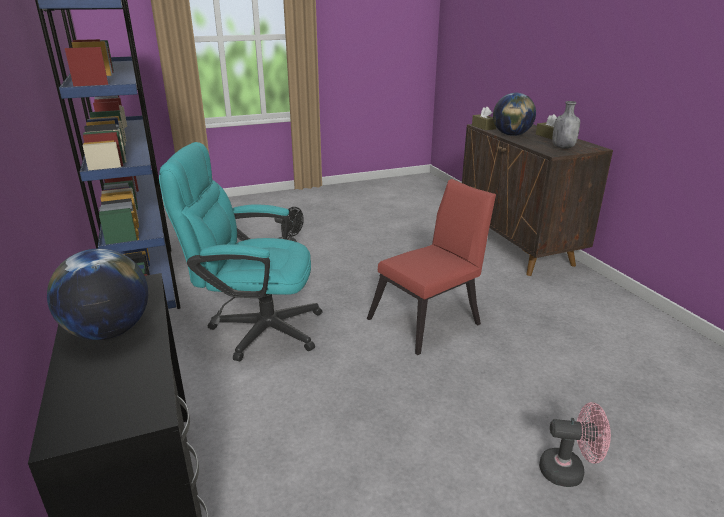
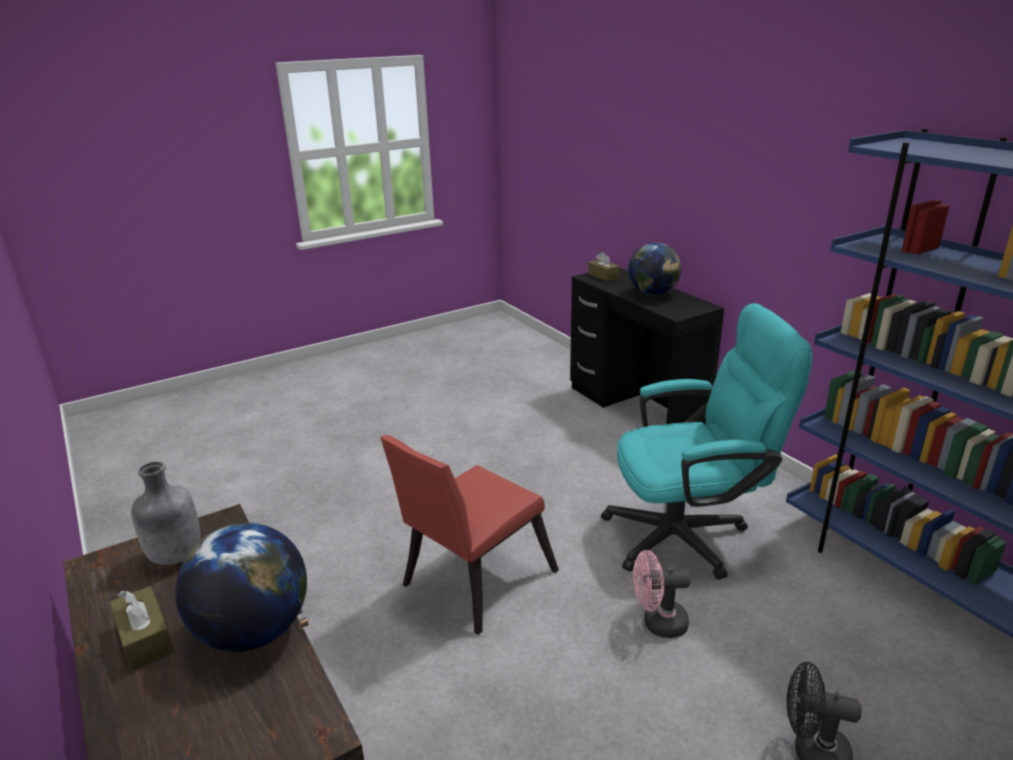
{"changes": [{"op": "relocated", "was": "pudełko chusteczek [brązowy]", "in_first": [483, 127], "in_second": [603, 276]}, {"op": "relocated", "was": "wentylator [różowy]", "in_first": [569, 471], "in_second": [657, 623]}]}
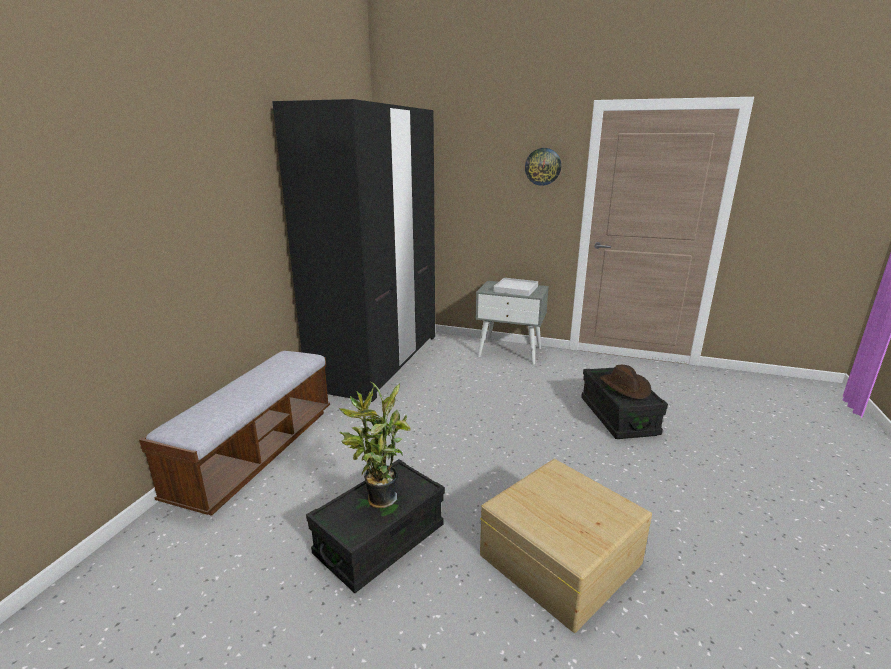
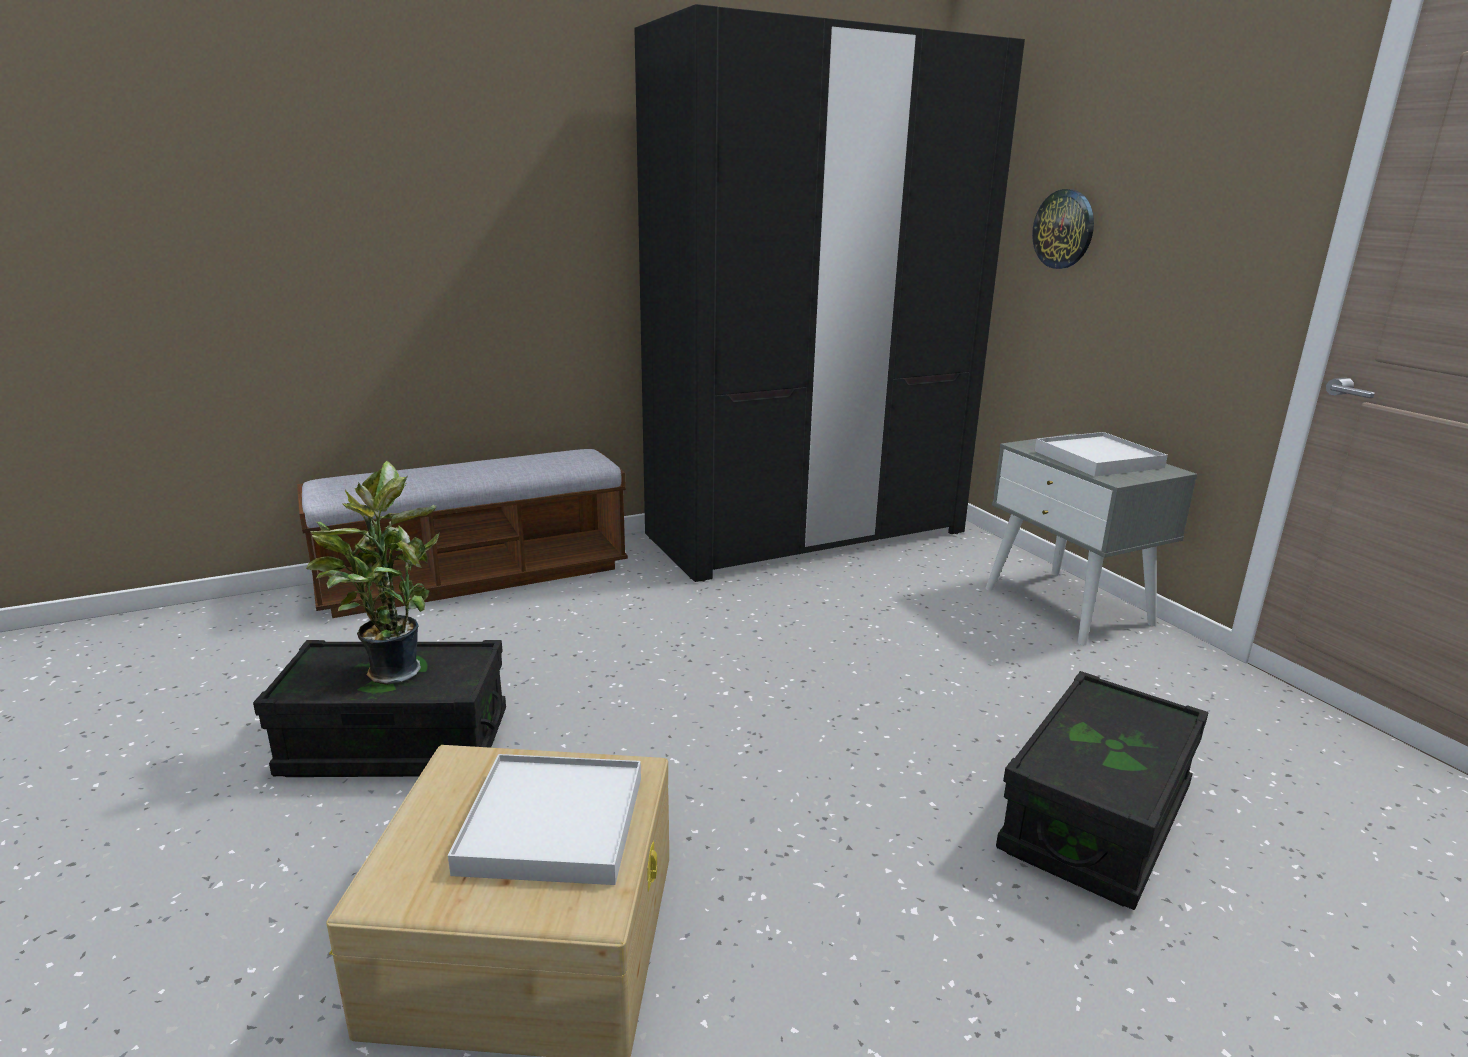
{"changes": [{"op": "relocated", "was": "zegar ścienny", "in_first": [543, 166], "in_second": [1064, 229]}, {"op": "missing", "was": "kapelusz [brązowy]", "in_first": [625, 387]}, {"op": "appeared", "now": "taca [biały]", "in_second": [553, 824]}]}
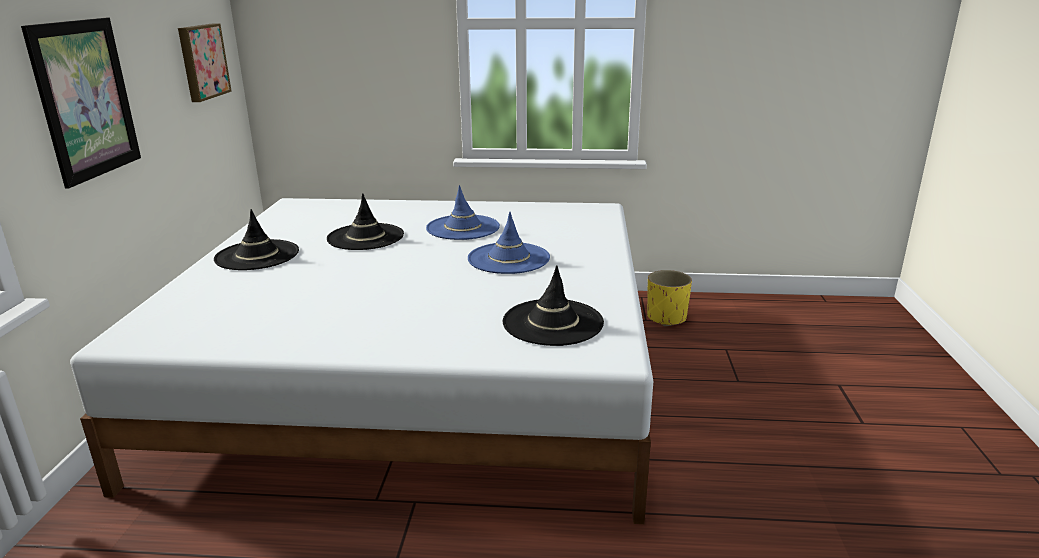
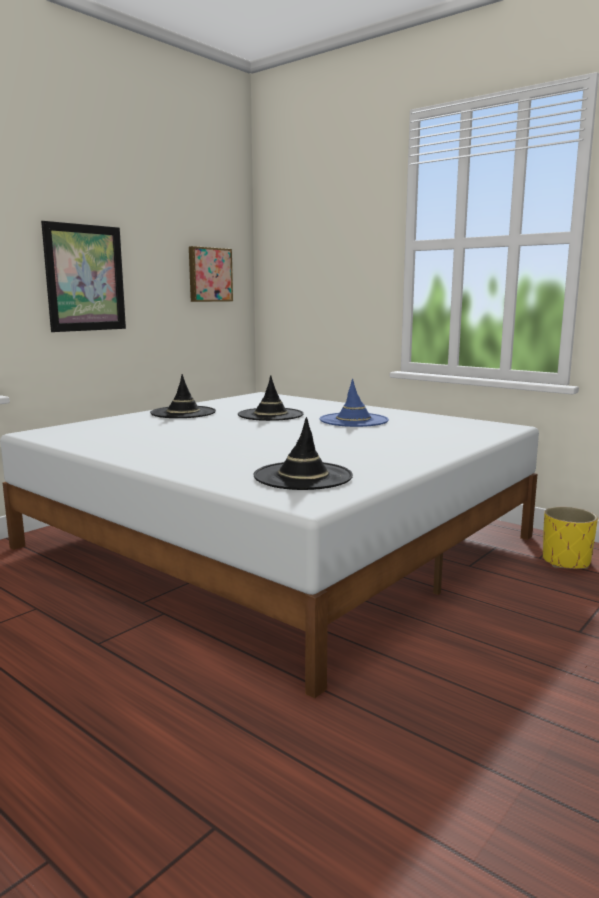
{"changes": [{"op": "missing", "was": "kapelusz [niebieski]", "in_first": [508, 258]}]}
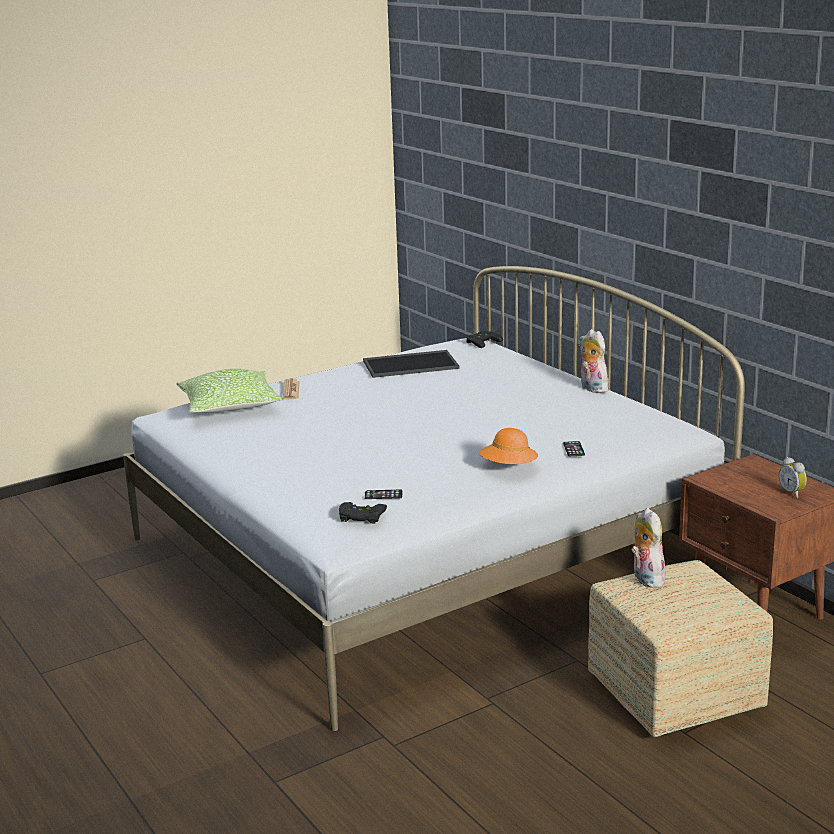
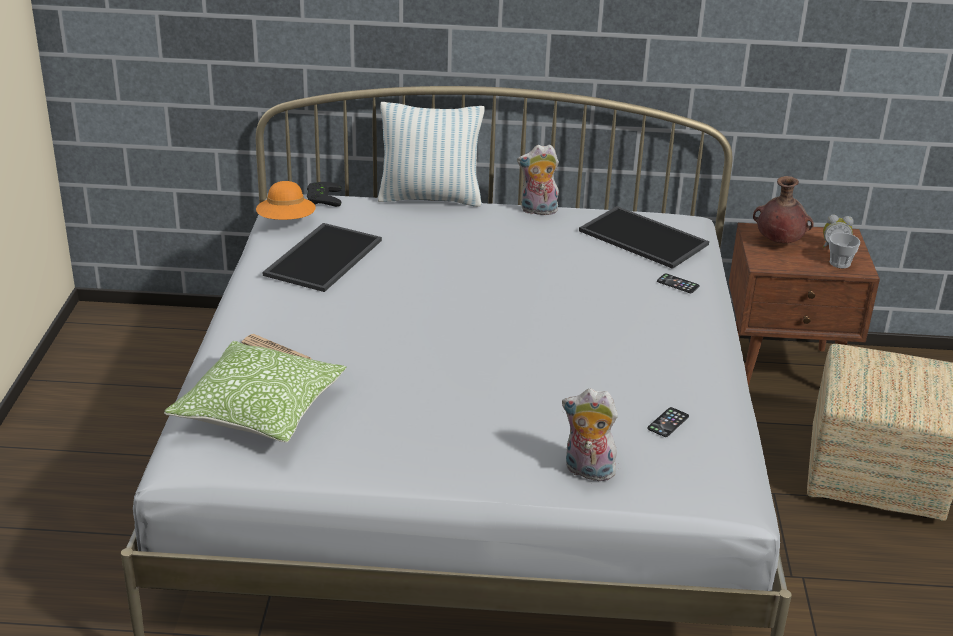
{"changes": [{"op": "missing", "was": "pad do gier [czarny]", "in_first": [360, 517]}, {"op": "relocated", "was": "kapelusz [pomarańczowy]", "in_first": [508, 467], "in_second": [286, 222]}, {"op": "relocated", "was": "pluszak", "in_first": [645, 578], "in_second": [587, 471]}, {"op": "appeared", "now": "poduszka", "in_second": [430, 198]}, {"op": "appeared", "now": "taca", "in_second": [645, 237]}, {"op": "appeared", "now": "wazon [brązowy]", "in_second": [778, 242]}, {"op": "appeared", "now": "filiżanka", "in_second": [839, 263]}]}
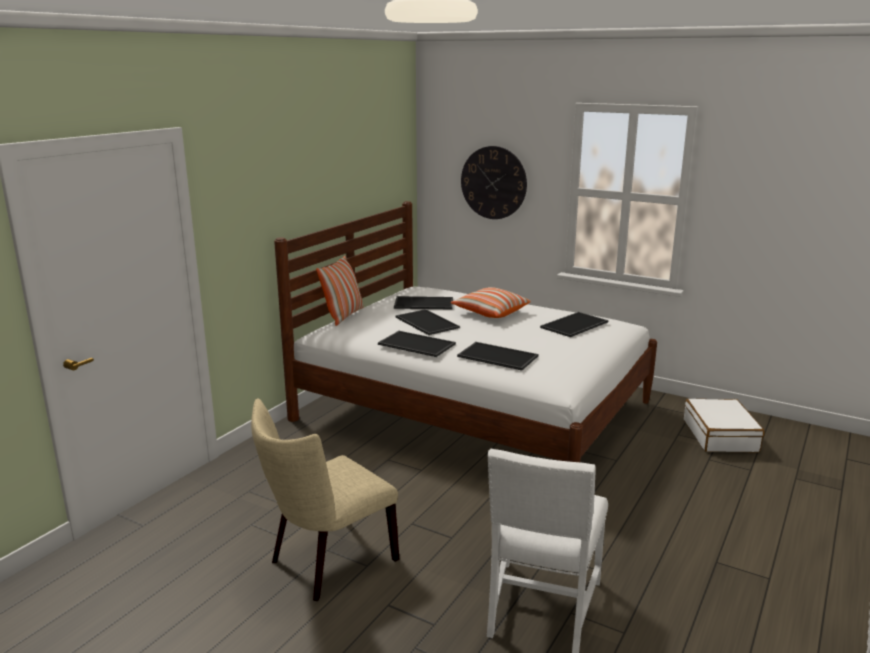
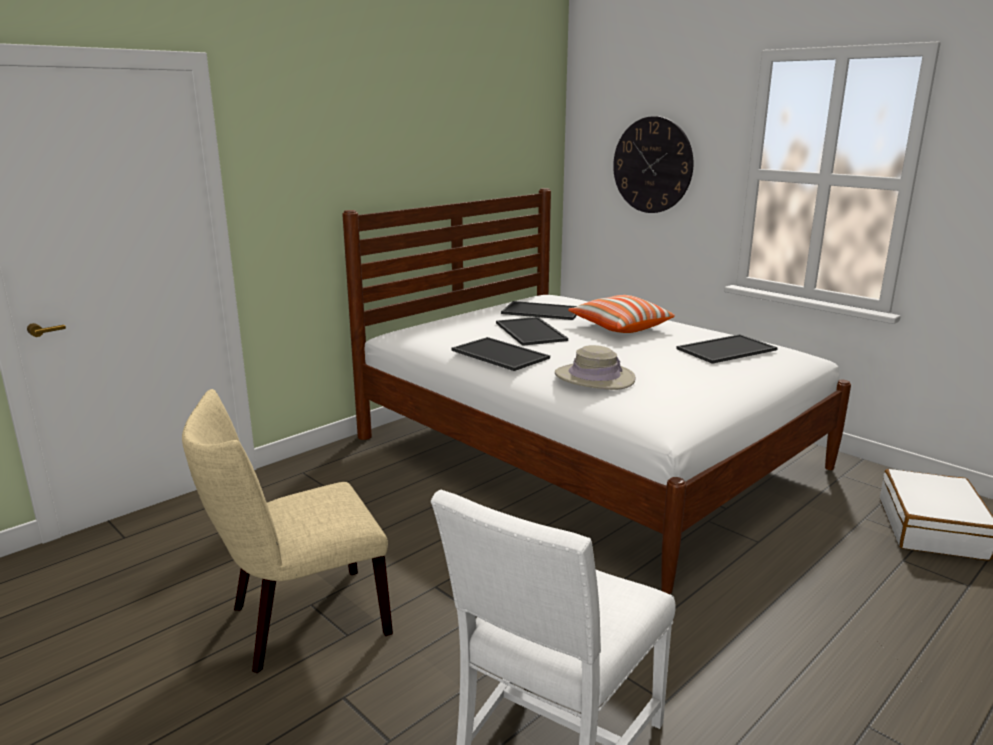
{"changes": [{"op": "missing", "was": "poduszka", "in_first": [343, 316]}, {"op": "exchanged", "was": "taca", "now": "kapelusz [beżowy]", "in_first": [496, 356], "in_second": [594, 377]}]}
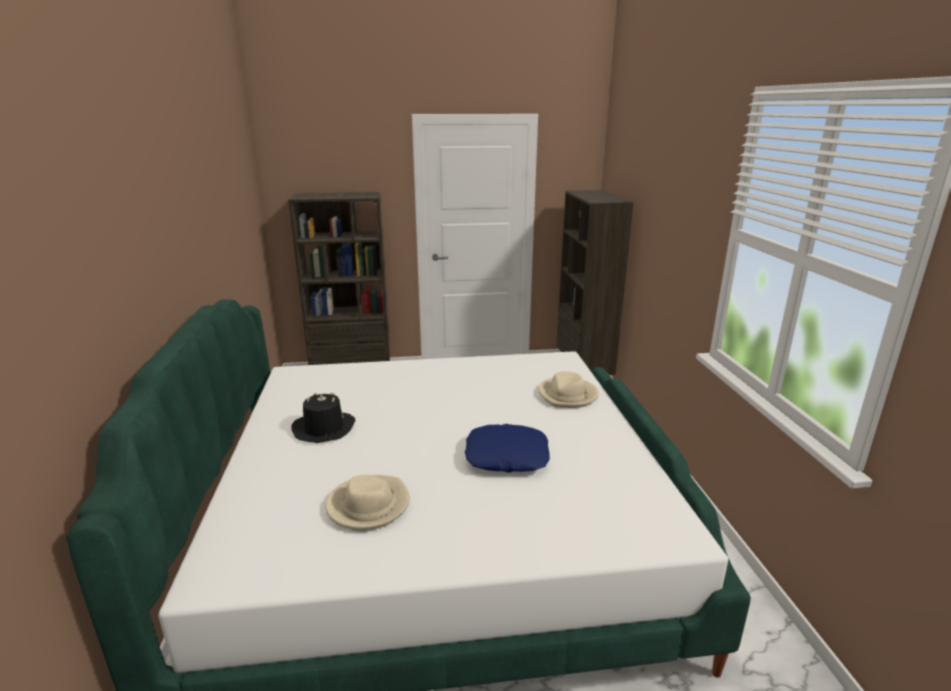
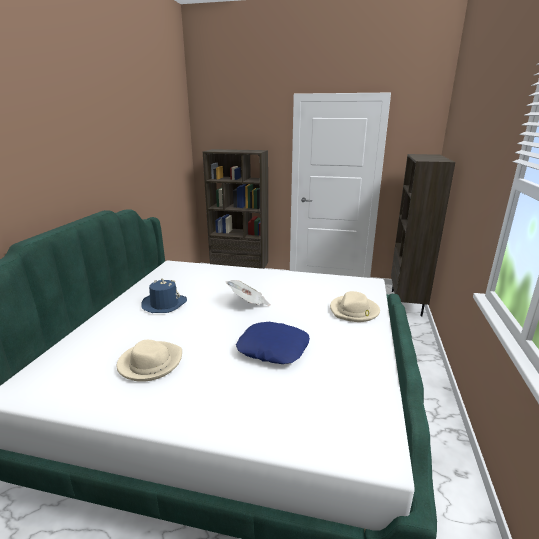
{"changes": [{"op": "colour", "was": "kapelusz [czarny]", "now": "kapelusz [niebieski]", "in_first": [324, 428], "in_second": [164, 304]}, {"op": "appeared", "now": "gazeta", "in_second": [249, 303]}]}
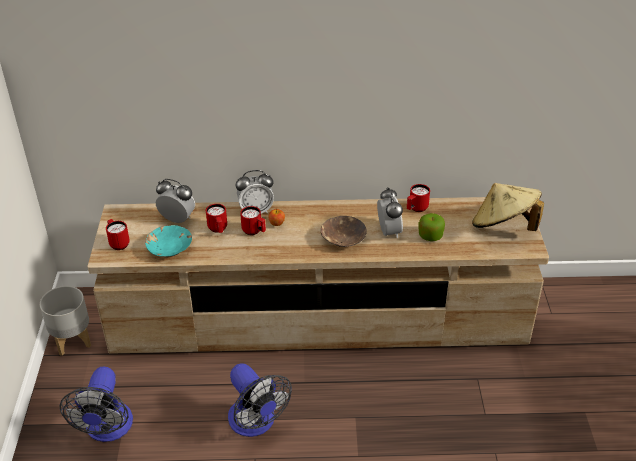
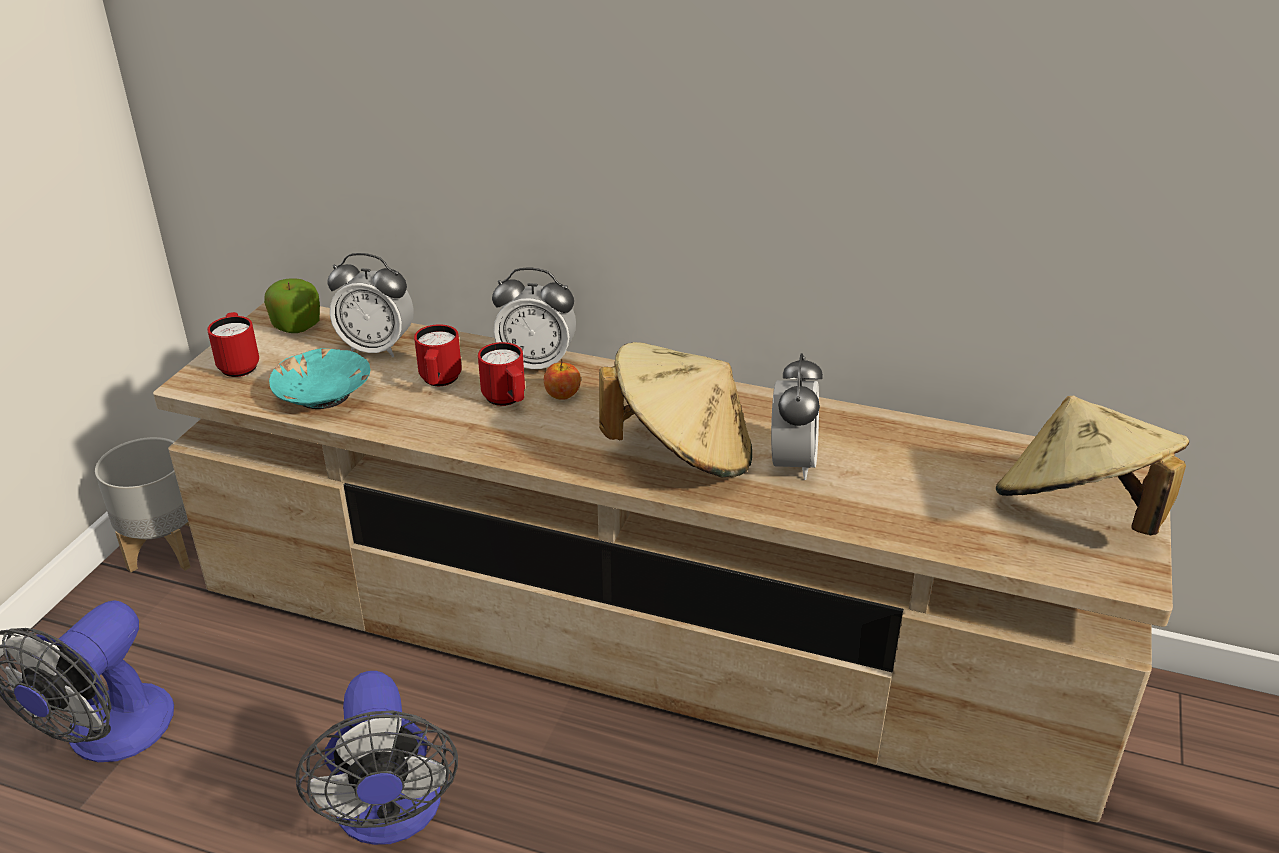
{"changes": [{"op": "spun", "was": "budzik", "in_first": [177, 219], "in_second": [377, 348], "clockwise": 150}, {"op": "exchanged", "was": "miska [brązowy]", "now": "kapelusz [beżowy]", "in_first": [343, 238], "in_second": [682, 453]}, {"op": "missing", "was": "kubek [czerwony]", "in_first": [416, 209]}, {"op": "relocated", "was": "jabłko", "in_first": [430, 236], "in_second": [296, 325]}]}
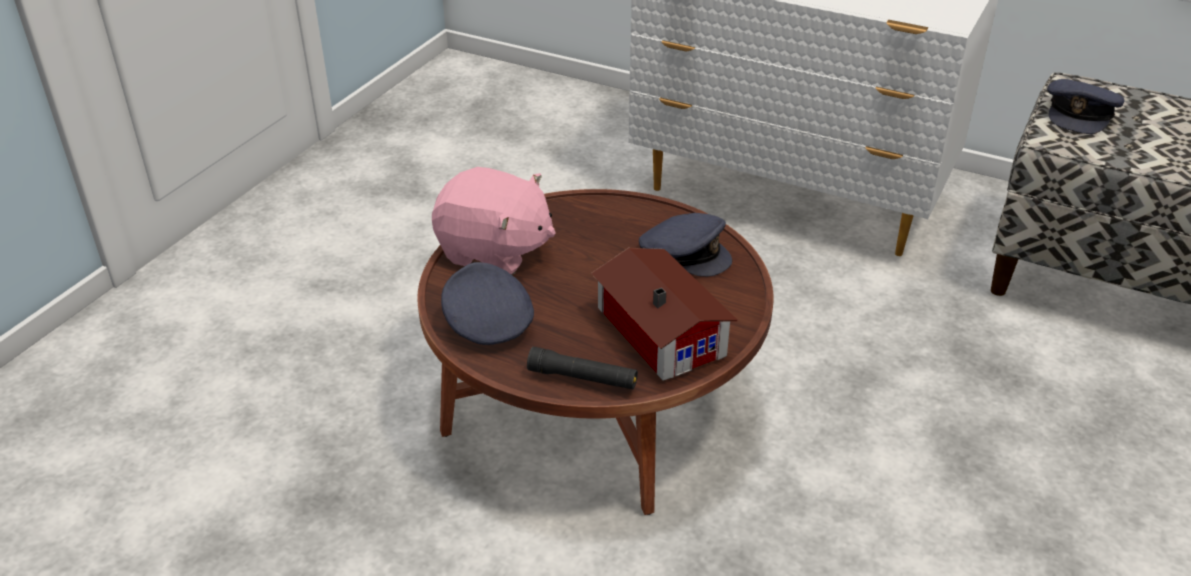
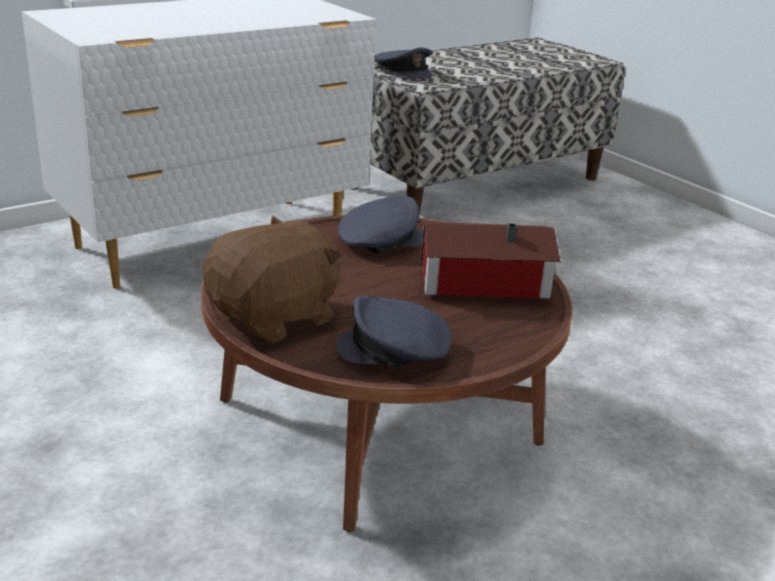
{"changes": [{"op": "colour", "was": "pluszak [różowy]", "now": "pluszak [brązowy]", "in_first": [494, 251], "in_second": [275, 317]}, {"op": "missing", "was": "latarka [czarny]", "in_first": [582, 378]}]}
